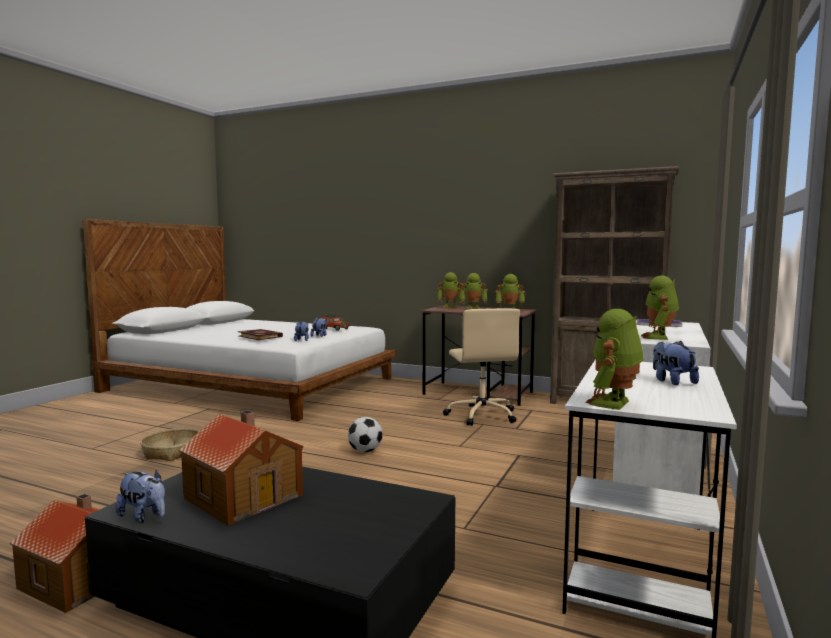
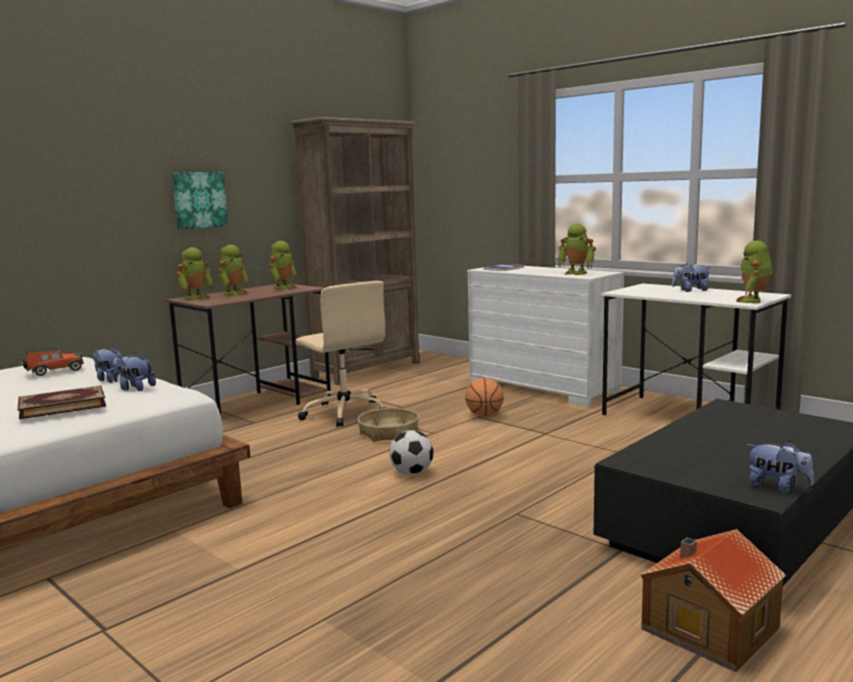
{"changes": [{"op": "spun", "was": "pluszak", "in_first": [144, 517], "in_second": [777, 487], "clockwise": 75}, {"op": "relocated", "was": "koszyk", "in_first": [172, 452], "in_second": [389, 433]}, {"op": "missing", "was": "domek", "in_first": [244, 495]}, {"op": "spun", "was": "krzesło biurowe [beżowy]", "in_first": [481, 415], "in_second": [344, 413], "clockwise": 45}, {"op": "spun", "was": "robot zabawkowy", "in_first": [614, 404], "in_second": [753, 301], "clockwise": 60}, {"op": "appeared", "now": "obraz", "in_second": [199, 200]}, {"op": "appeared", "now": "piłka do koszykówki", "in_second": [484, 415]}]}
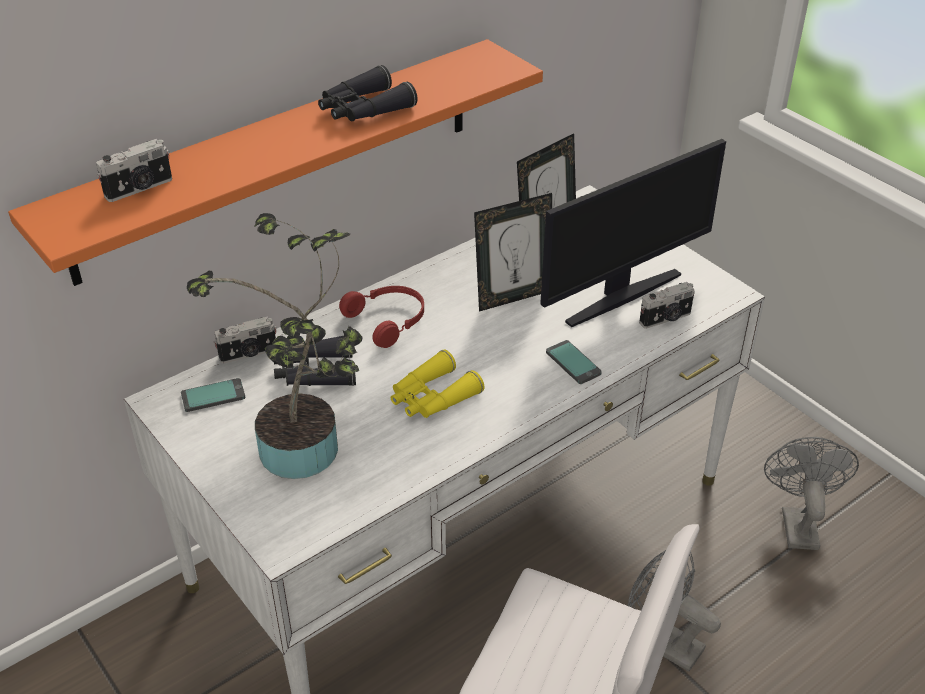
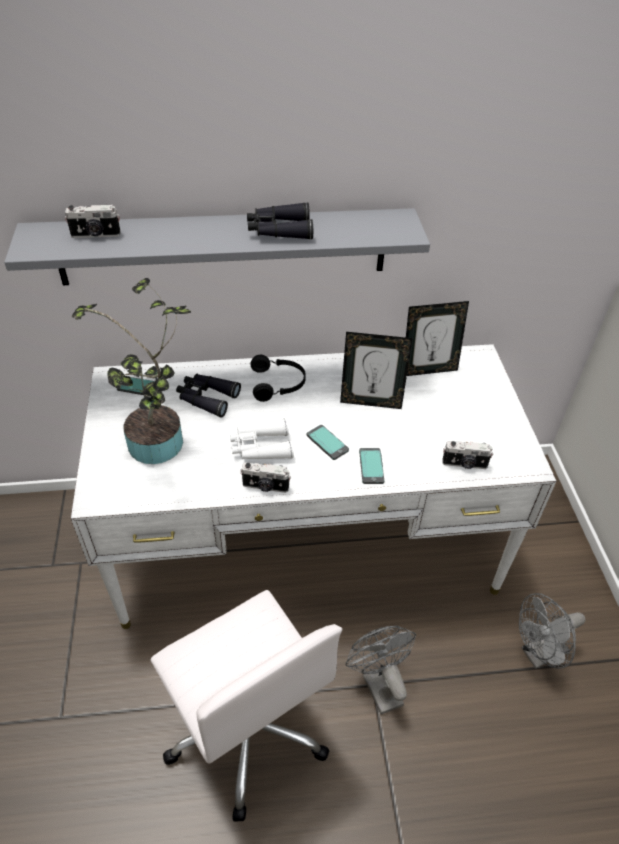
{"changes": [{"op": "colour", "was": "półka [pomarańczowy]", "now": "półka [szary]", "in_first": [279, 158], "in_second": [223, 247]}, {"op": "relocated", "was": "aparat fotograficzny", "in_first": [248, 354], "in_second": [265, 487]}, {"op": "colour", "was": "słuchawki [czerwony]", "now": "słuchawki [czarny]", "in_first": [388, 320], "in_second": [278, 384]}, {"op": "colour", "was": "lornetka [żółty]", "now": "lornetka [biały]", "in_first": [432, 397], "in_second": [260, 447]}, {"op": "missing", "was": "monitor", "in_first": [621, 295]}, {"op": "spun", "was": "wentylator [szary]", "in_first": [797, 522], "in_second": [538, 654], "clockwise": -150}, {"op": "appeared", "now": "telefon", "in_second": [327, 442]}]}
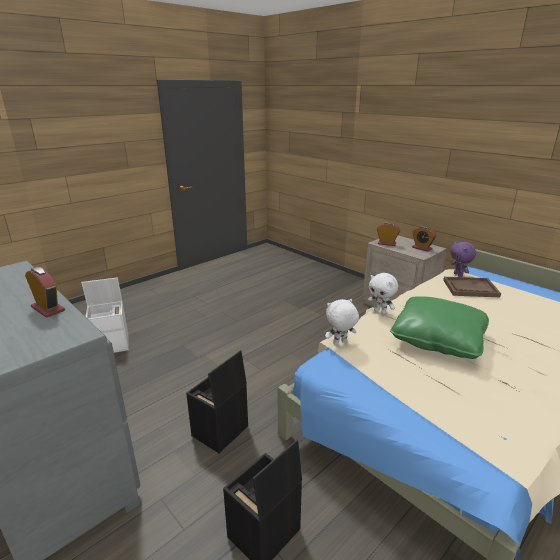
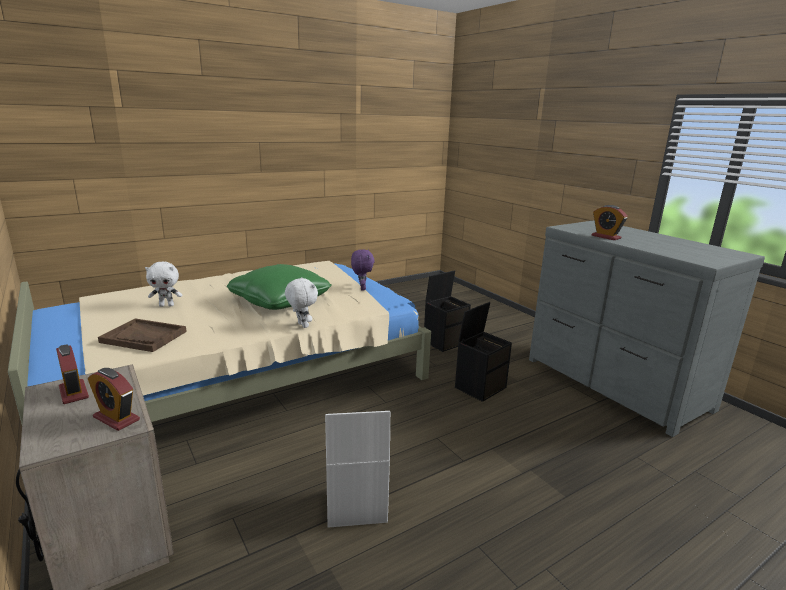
{"changes": [{"op": "relocated", "was": "pojemnik do przechowywania [biały]", "in_first": [112, 345], "in_second": [354, 507]}, {"op": "relocated", "was": "pluszak [biały]", "in_first": [340, 343], "in_second": [167, 305]}, {"op": "relocated", "was": "pluszak [fioletowy]", "in_first": [458, 275], "in_second": [362, 288]}]}
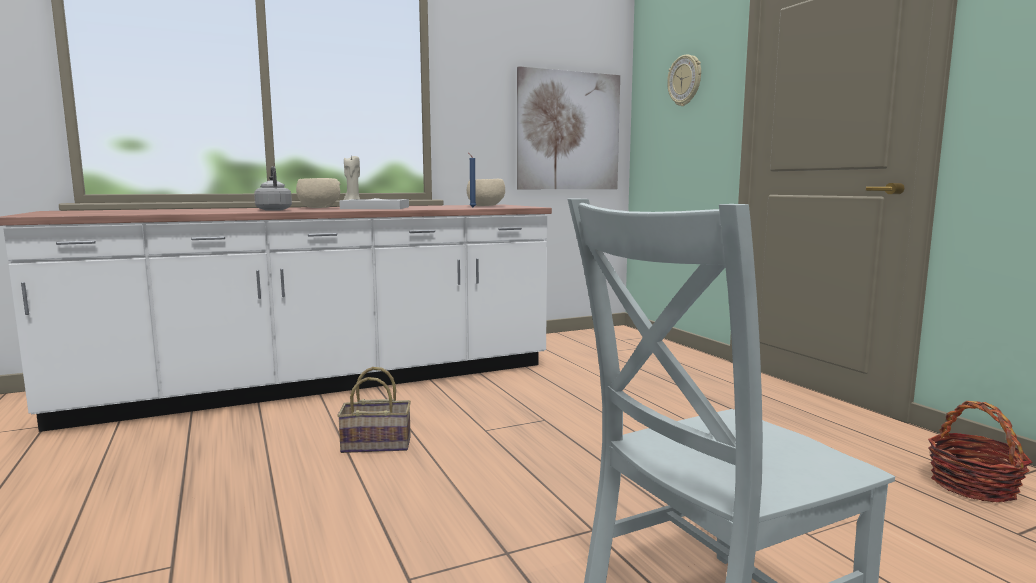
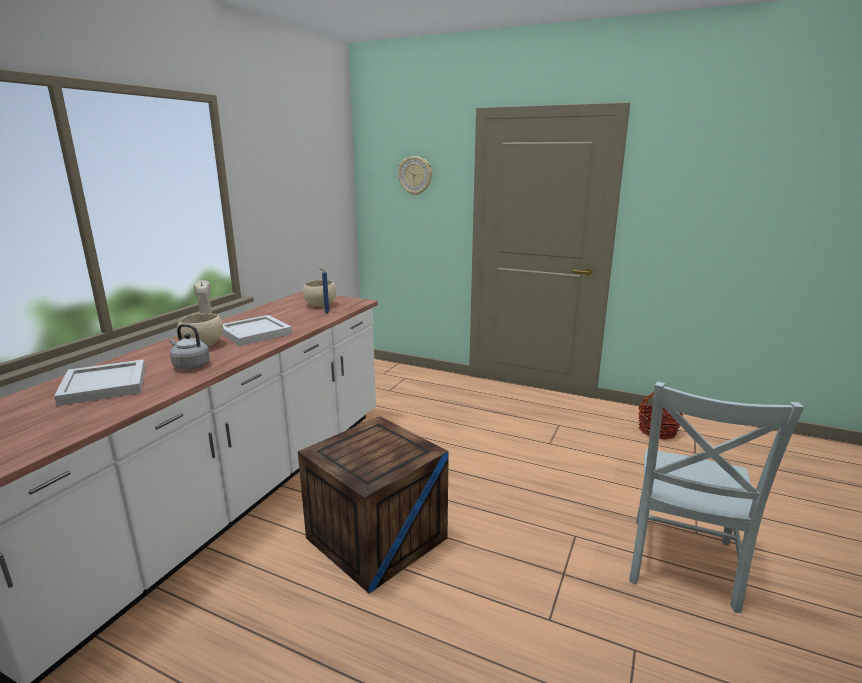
{"changes": [{"op": "exchanged", "was": "koszyk", "now": "skrzynka", "in_first": [378, 444], "in_second": [376, 538]}, {"op": "missing", "was": "obraz", "in_first": [568, 131]}, {"op": "appeared", "now": "taca [biały]", "in_second": [106, 384]}]}
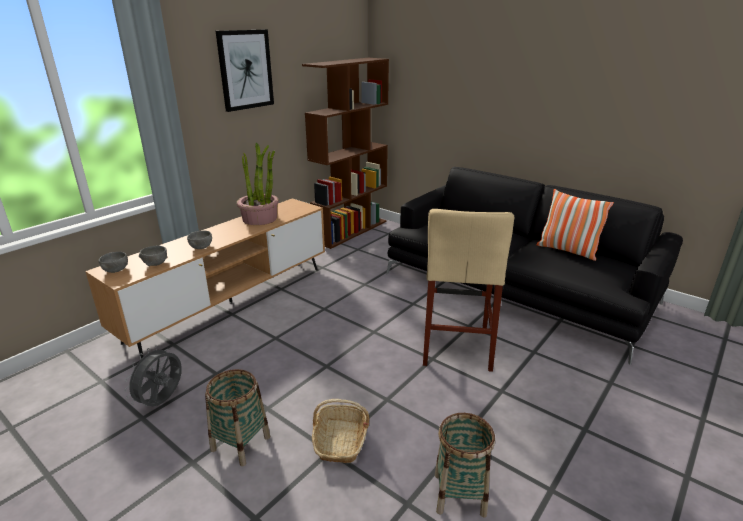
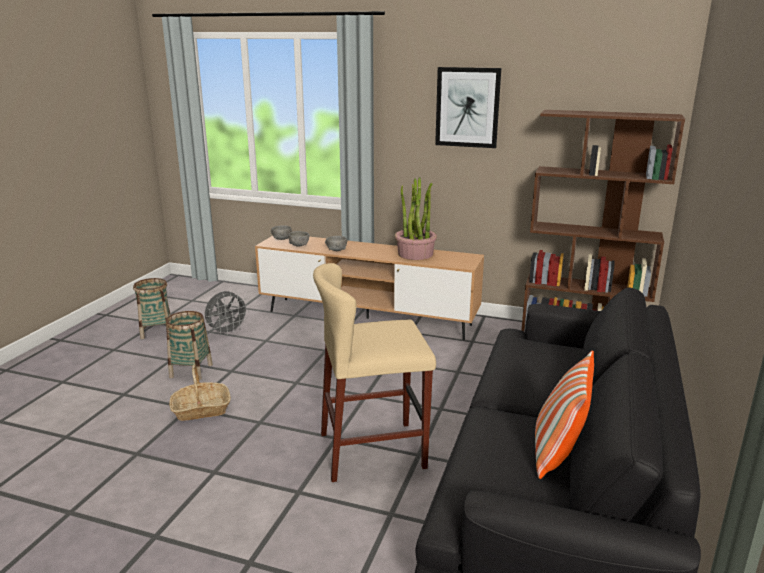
{"changes": [{"op": "spun", "was": "wentylator [szary]", "in_first": [162, 401], "in_second": [227, 332], "clockwise": 135}, {"op": "relocated", "was": "koszyk", "in_first": [459, 494], "in_second": [156, 331]}]}
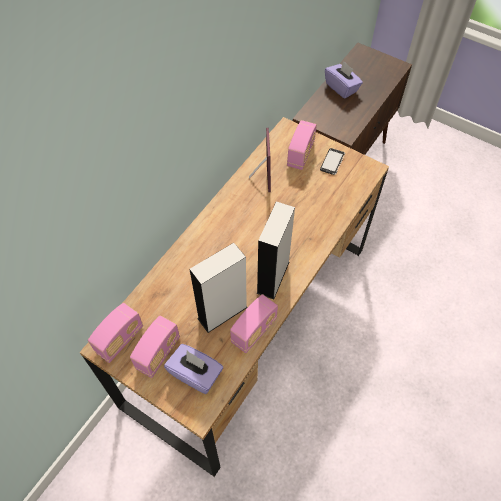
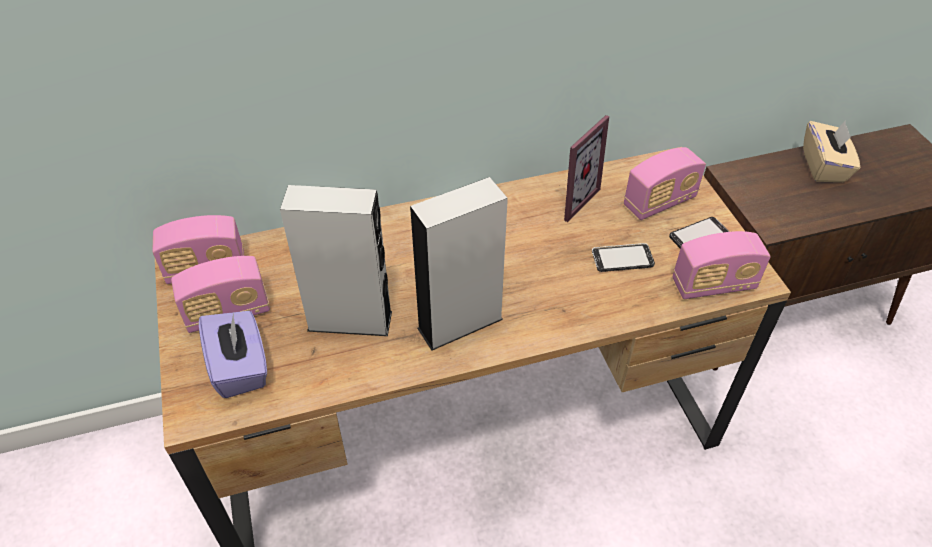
{"changes": [{"op": "relocated", "was": "radio", "in_first": [254, 331], "in_second": [713, 285]}, {"op": "colour", "was": "pudełko chusteczek [fioletowy]", "now": "pudełko chusteczek [beżowy]", "in_first": [341, 88], "in_second": [824, 166]}, {"op": "appeared", "now": "telefon", "in_second": [622, 259]}]}
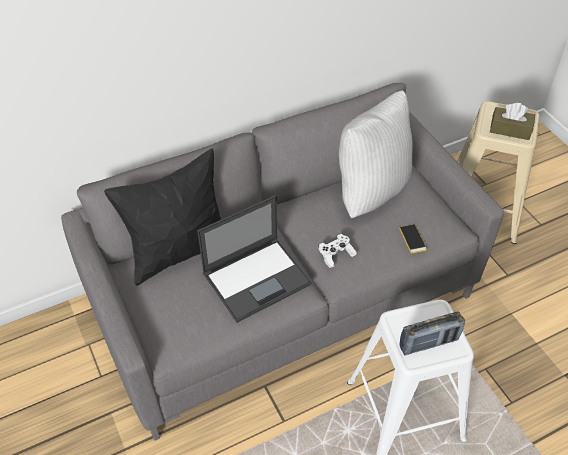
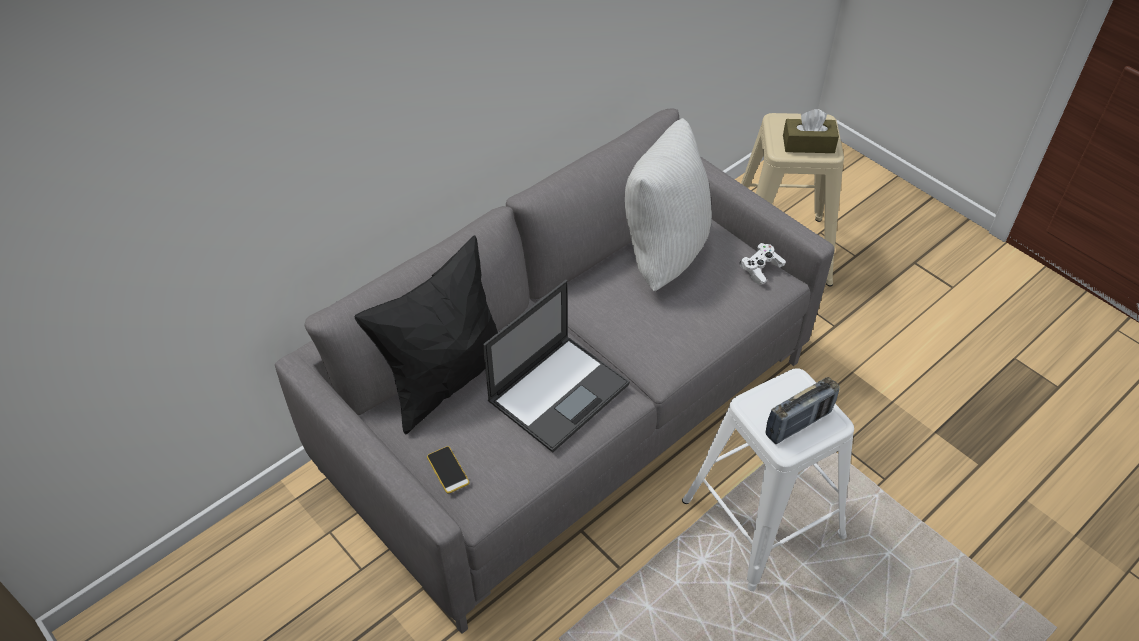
{"changes": [{"op": "relocated", "was": "pad do gier [biały]", "in_first": [336, 255], "in_second": [761, 269]}, {"op": "relocated", "was": "telefon", "in_first": [412, 239], "in_second": [448, 470]}]}
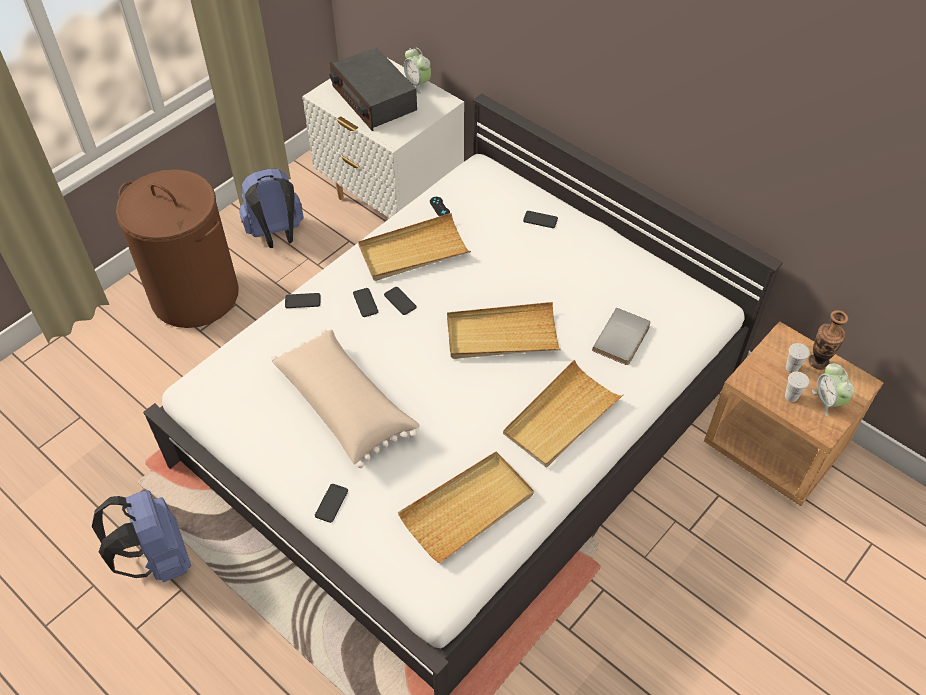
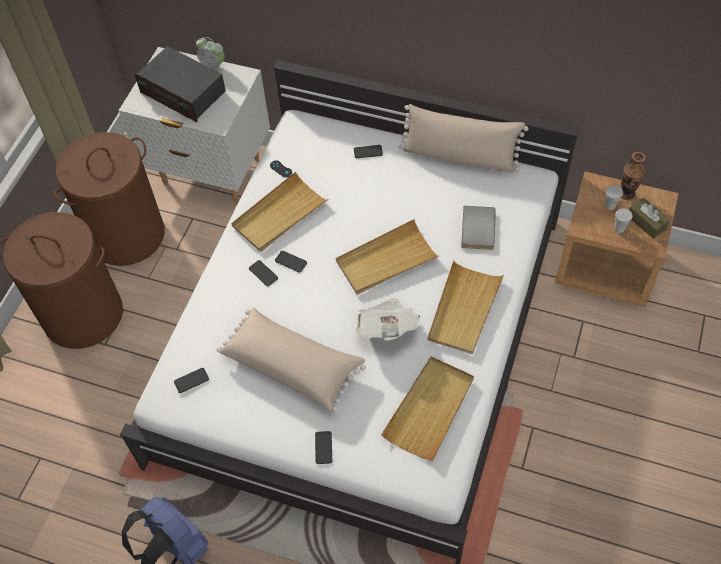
{"changes": [{"op": "exchanged", "was": "plecak [niebieski]", "now": "kosz na pranie [brązowy]", "in_first": [276, 235], "in_second": [127, 235]}, {"op": "relocated", "was": "telefon", "in_first": [302, 301], "in_second": [191, 380]}, {"op": "exchanged", "was": "budzik", "now": "pudełko chusteczek [brązowy]", "in_first": [827, 401], "in_second": [646, 222]}, {"op": "appeared", "now": "gazeta", "in_second": [387, 328]}, {"op": "appeared", "now": "poduszka [beżowy]", "in_second": [460, 156]}]}
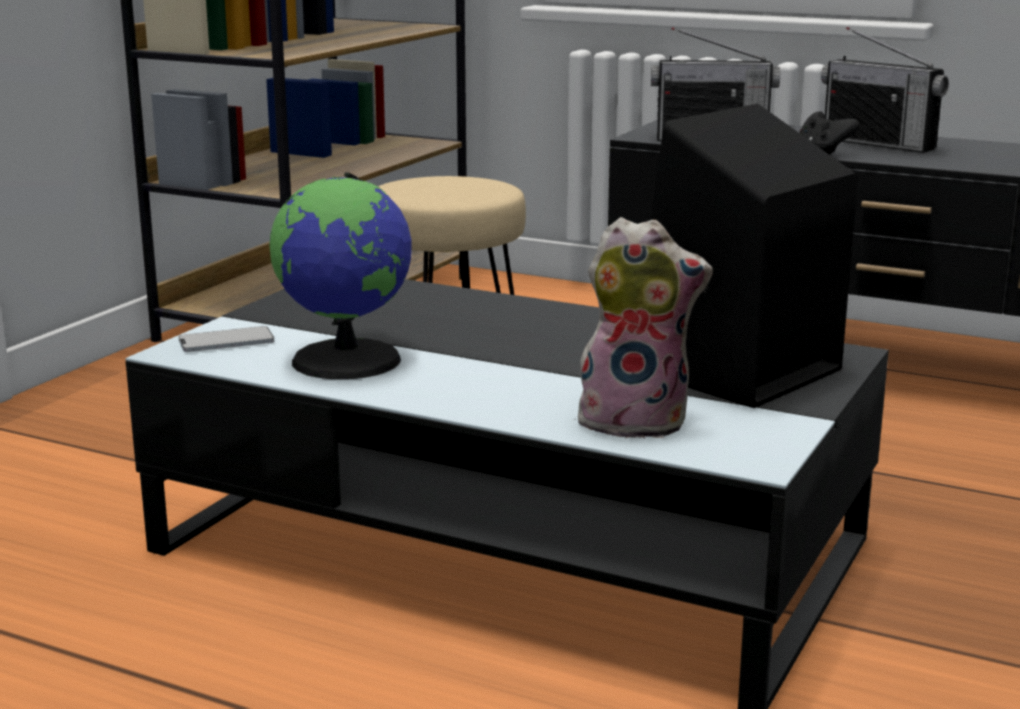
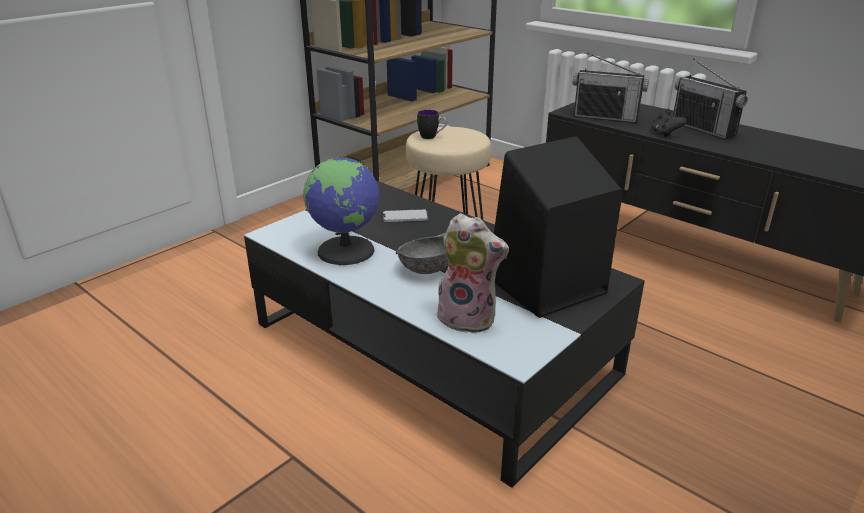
{"changes": [{"op": "relocated", "was": "telefon", "in_first": [226, 342], "in_second": [405, 217]}, {"op": "appeared", "now": "miska [szary]", "in_second": [426, 269]}, {"op": "appeared", "now": "kubek", "in_second": [432, 137]}]}
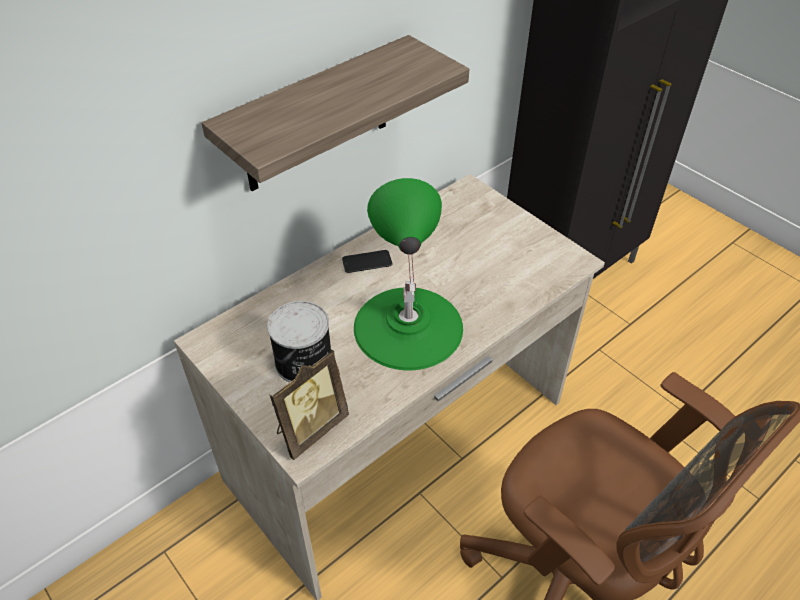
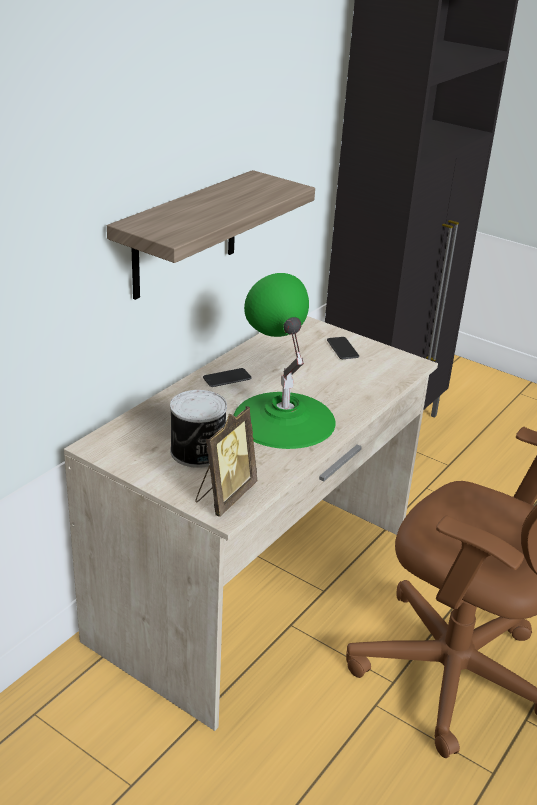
{"changes": [{"op": "appeared", "now": "telefon", "in_second": [342, 349]}]}
